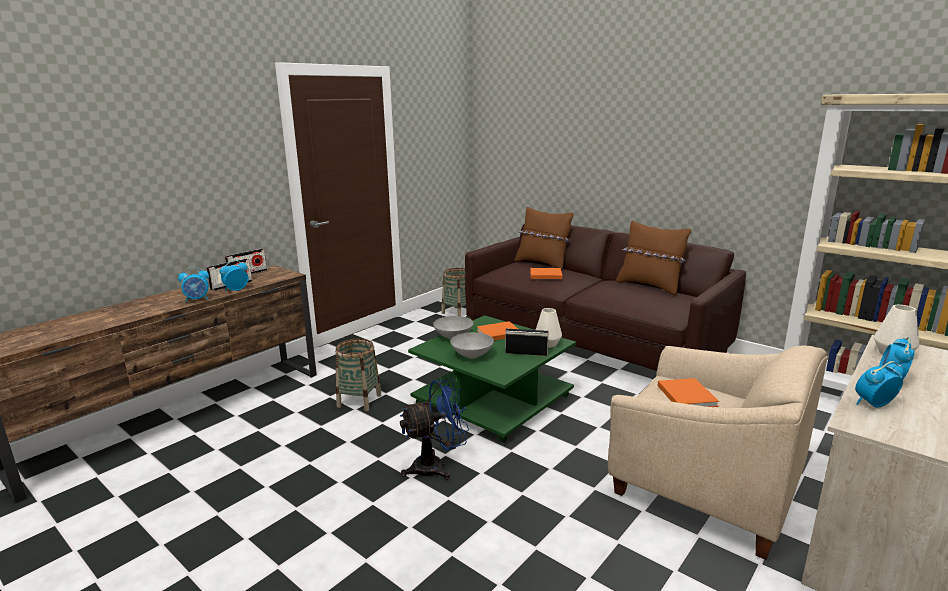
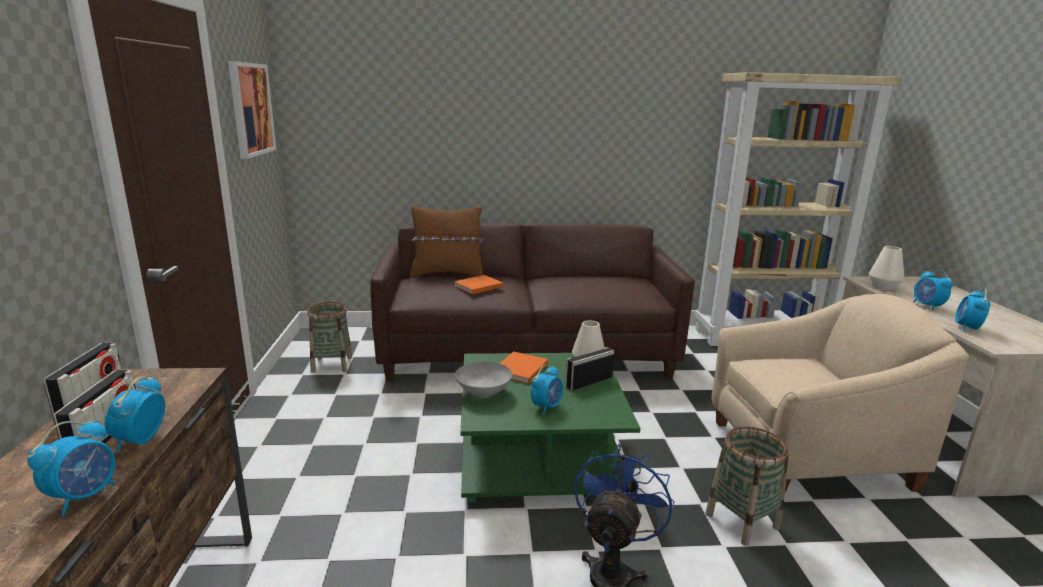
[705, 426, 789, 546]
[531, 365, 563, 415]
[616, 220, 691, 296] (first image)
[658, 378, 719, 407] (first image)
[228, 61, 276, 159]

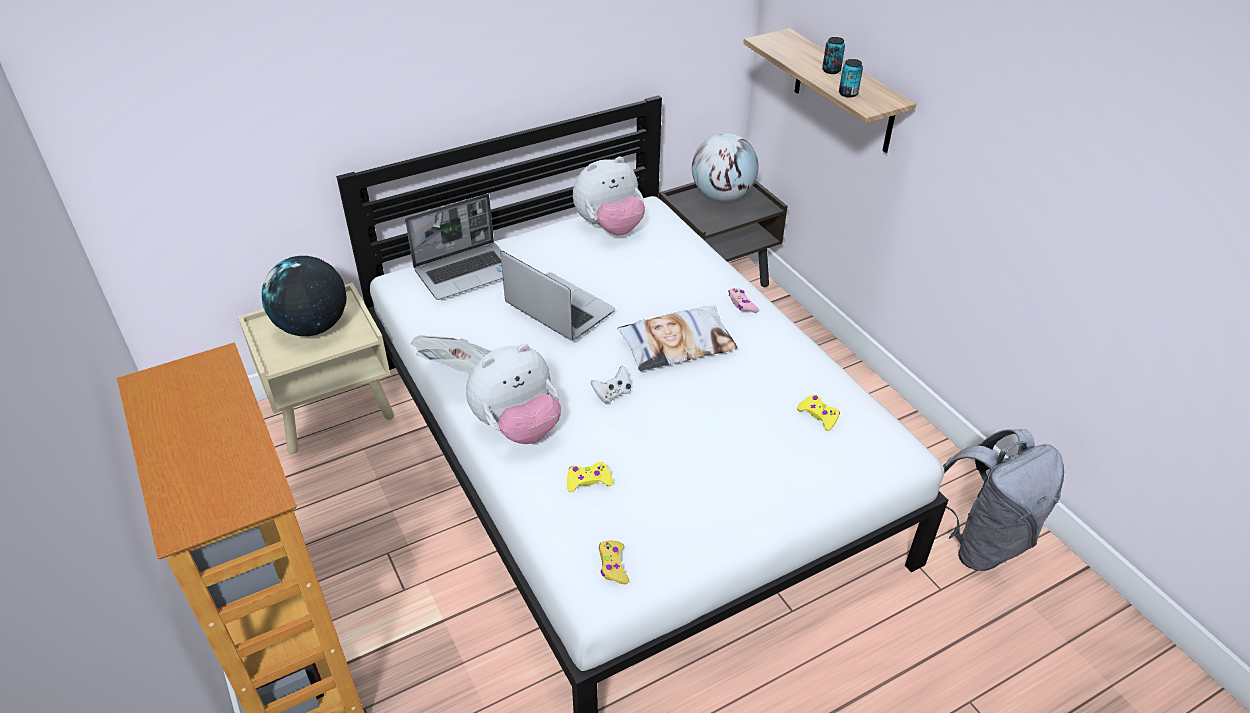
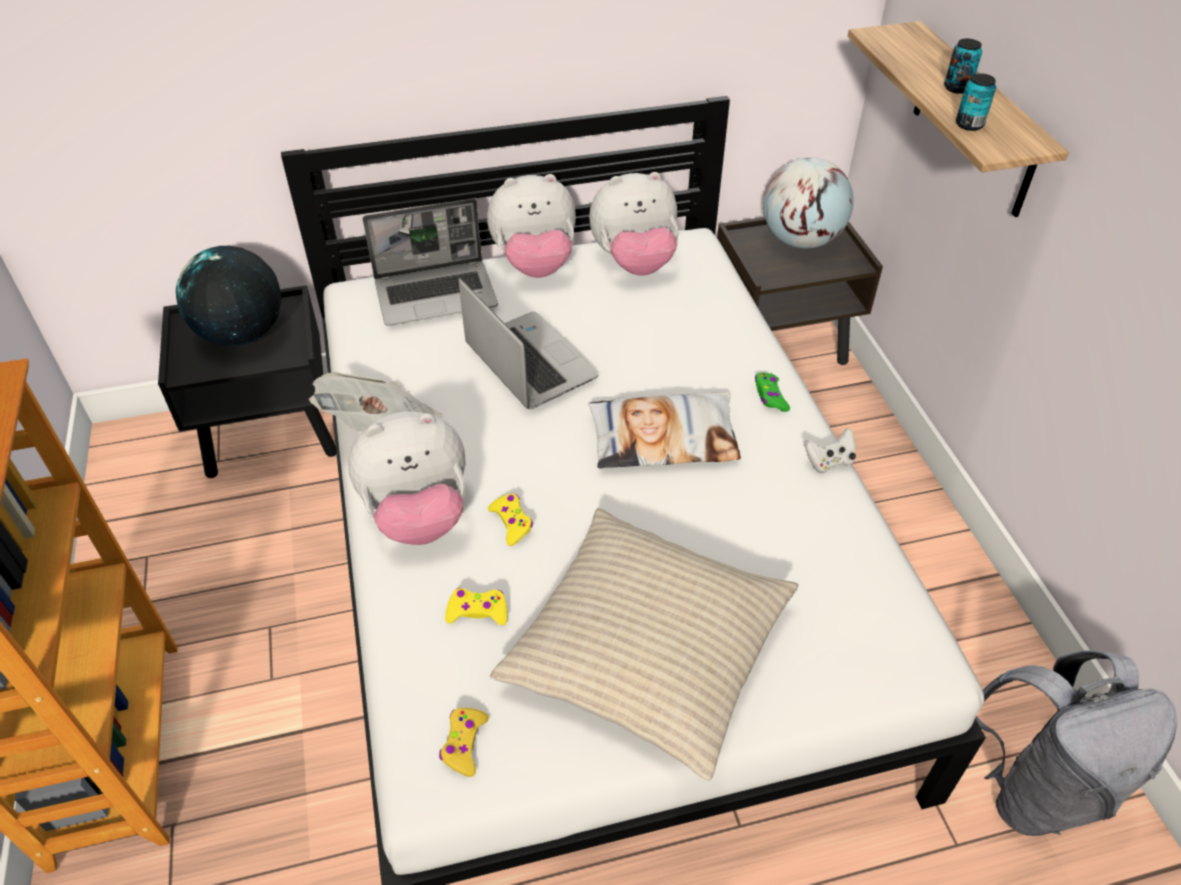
[158, 285, 336, 478]
[804, 428, 856, 473]
[755, 372, 790, 412]
[488, 494, 533, 546]
[487, 174, 576, 278]
[490, 508, 799, 781]

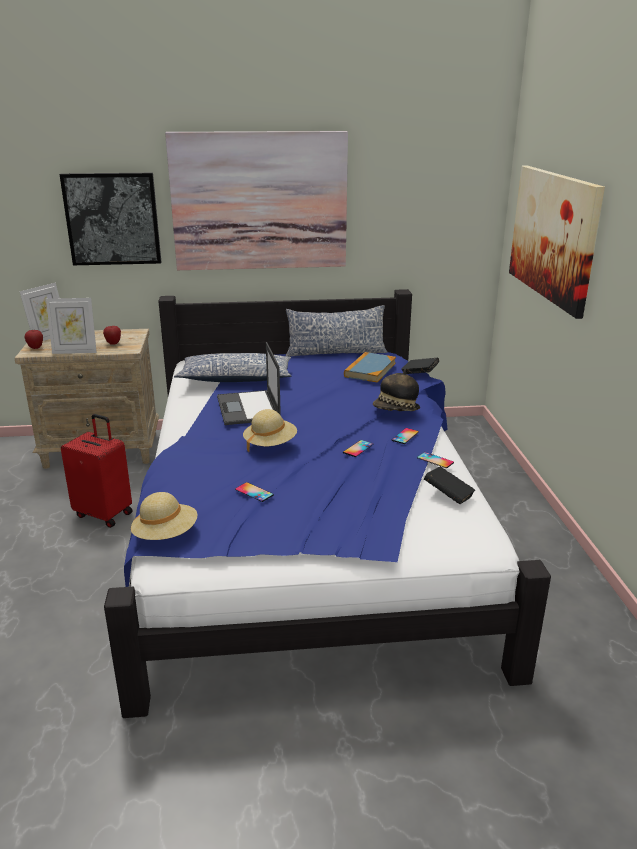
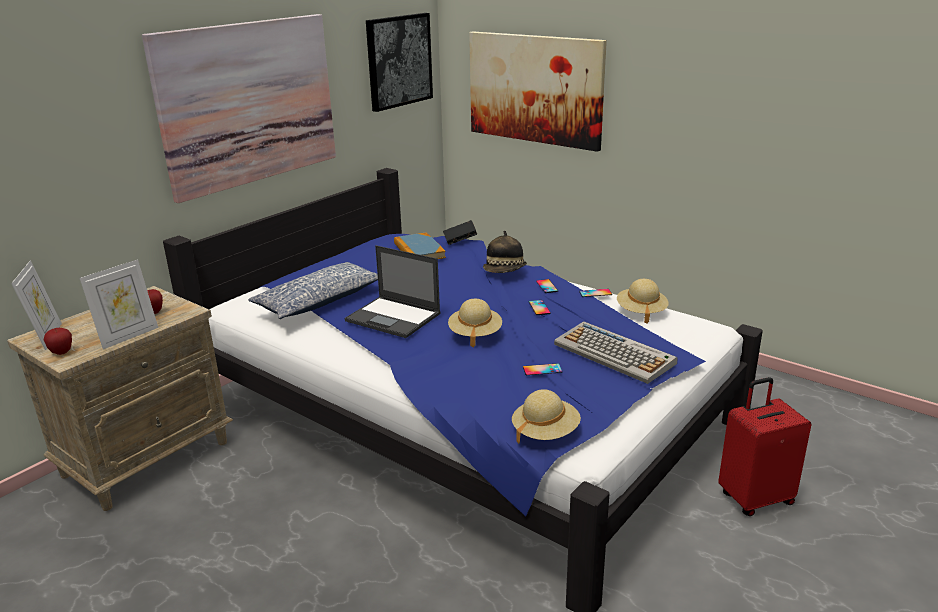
[366, 13, 433, 112]
[718, 377, 811, 516]
[285, 305, 387, 357] (first image)
[617, 279, 669, 324]
[554, 321, 678, 384]

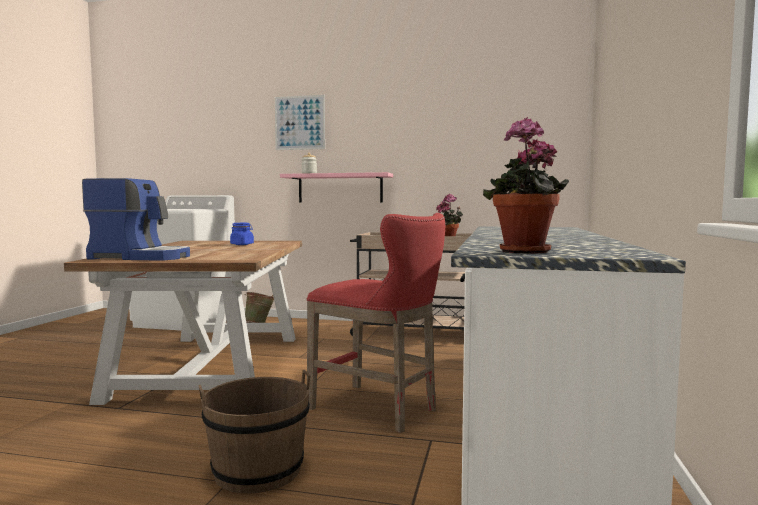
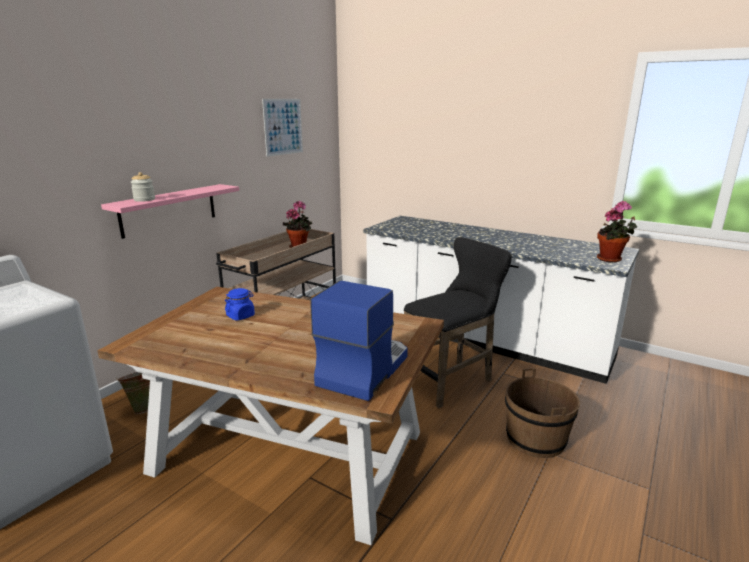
[262, 99, 303, 157]
[404, 237, 512, 408]

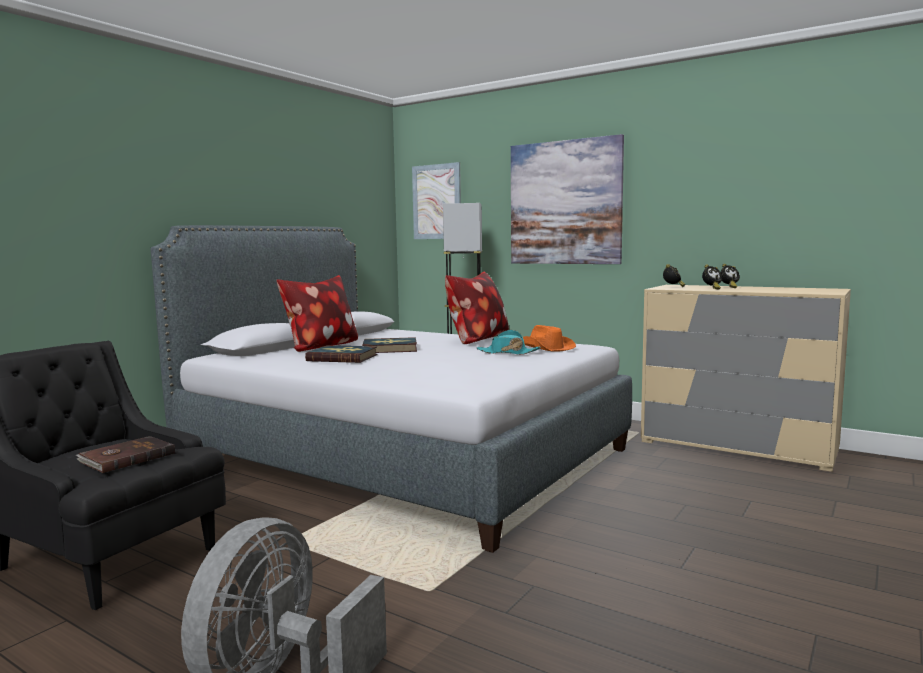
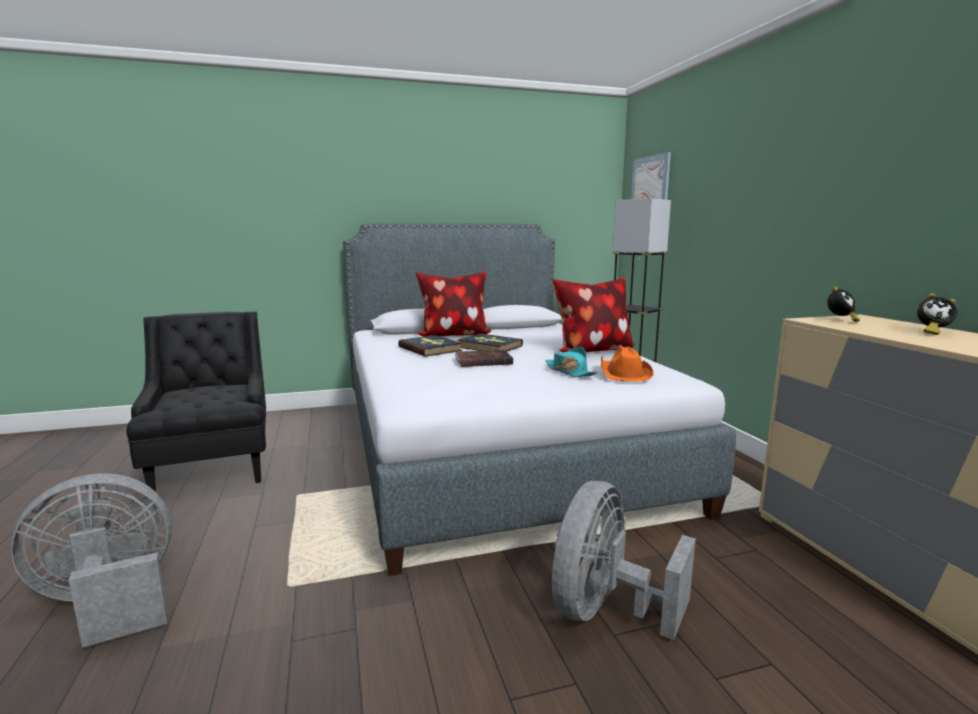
[454, 350, 513, 367]
[511, 134, 624, 264] (first image)
[702, 264, 722, 290] (first image)
[552, 481, 696, 640]

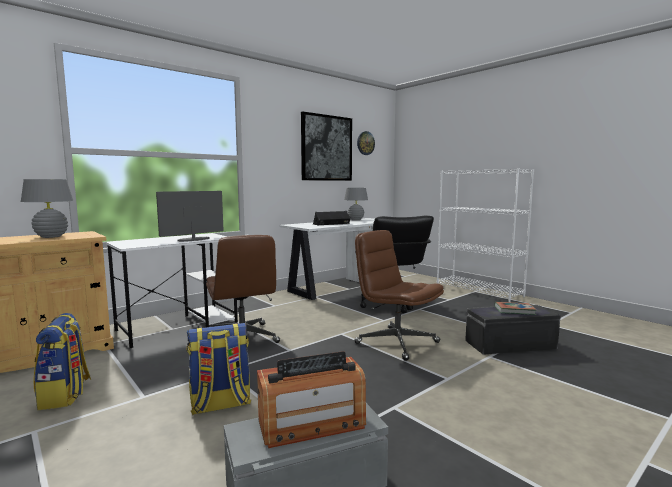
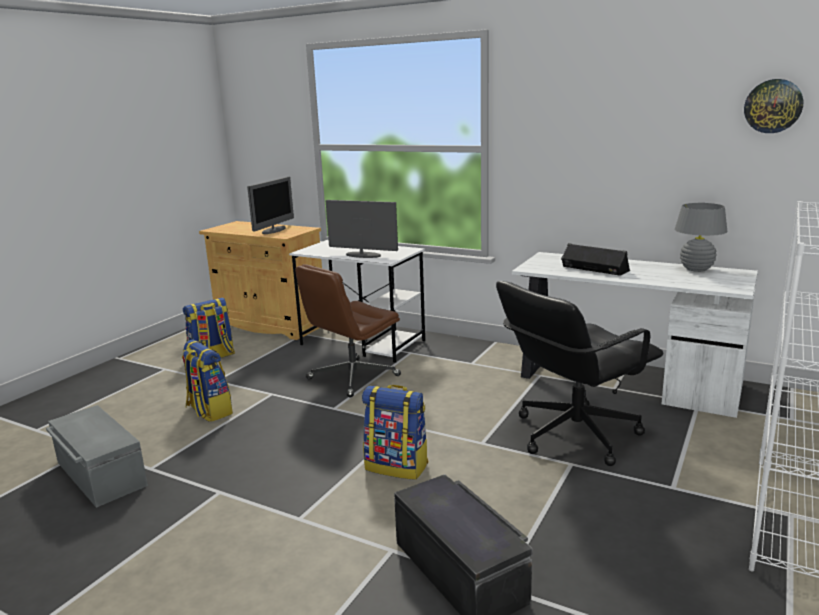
[247, 177, 294, 234]
[257, 351, 366, 448] (first image)
[301, 112, 352, 181] (first image)
[362, 385, 428, 480]
[495, 302, 536, 315] (first image)

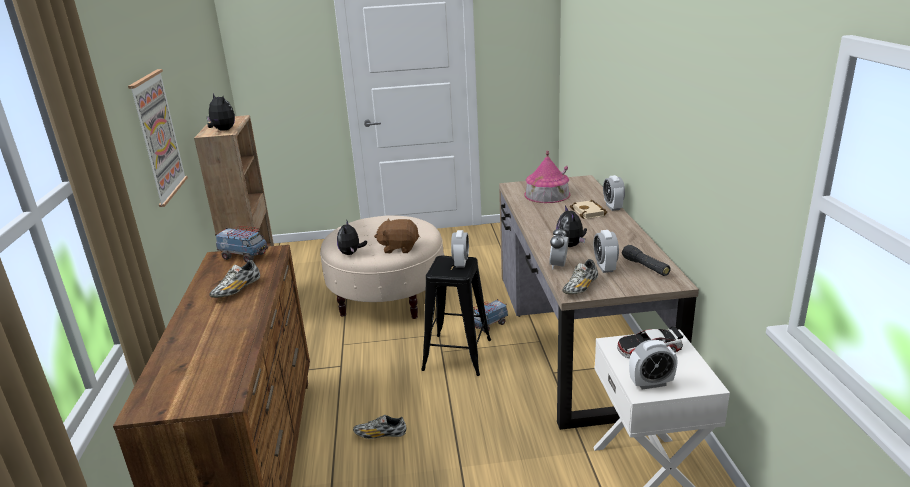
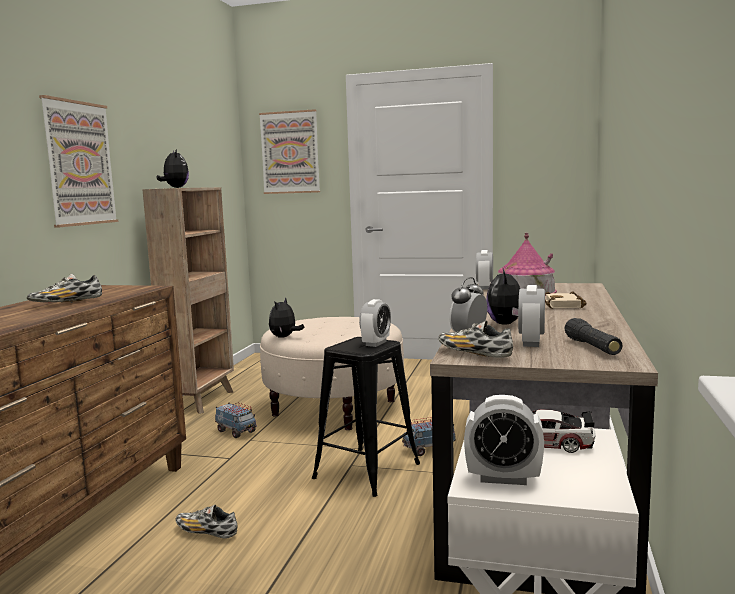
[215, 403, 257, 438]
[374, 219, 419, 253] (first image)
[438, 321, 513, 358]
[476, 250, 493, 290]
[259, 109, 320, 194]

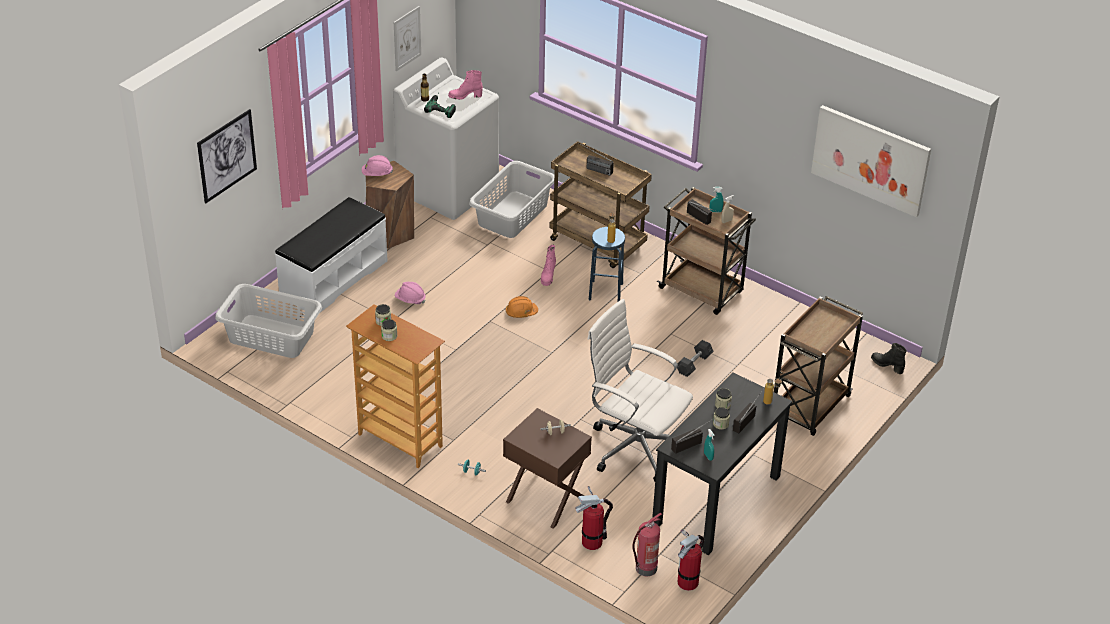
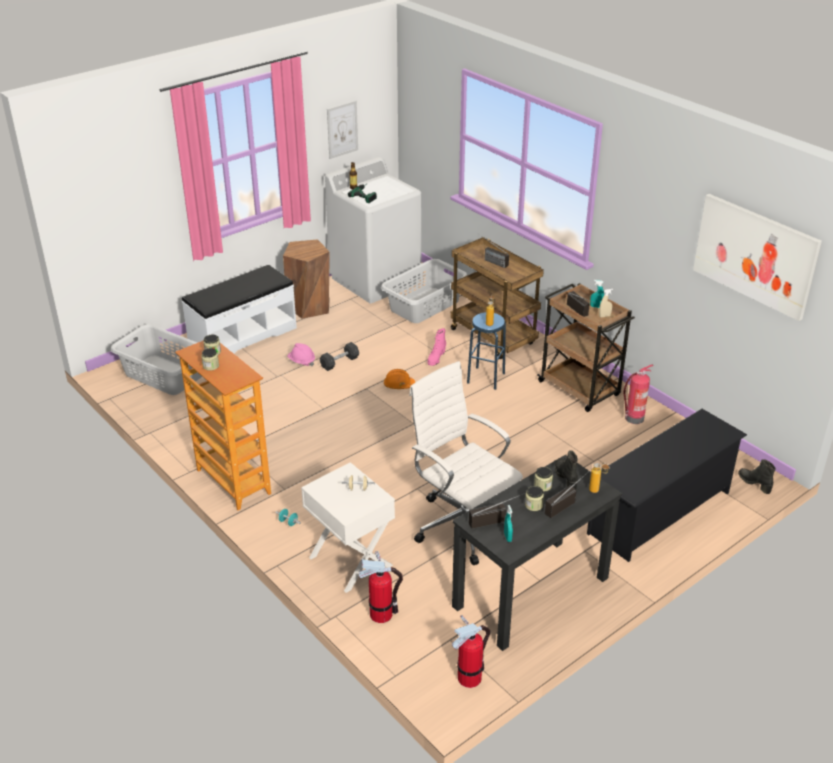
[197, 109, 257, 203] (first image)
[362, 155, 393, 176] (first image)
[448, 70, 483, 100] (first image)
[301, 462, 395, 593]
[624, 365, 653, 424]
[320, 342, 359, 371]
[587, 409, 747, 562]
[555, 450, 578, 490]

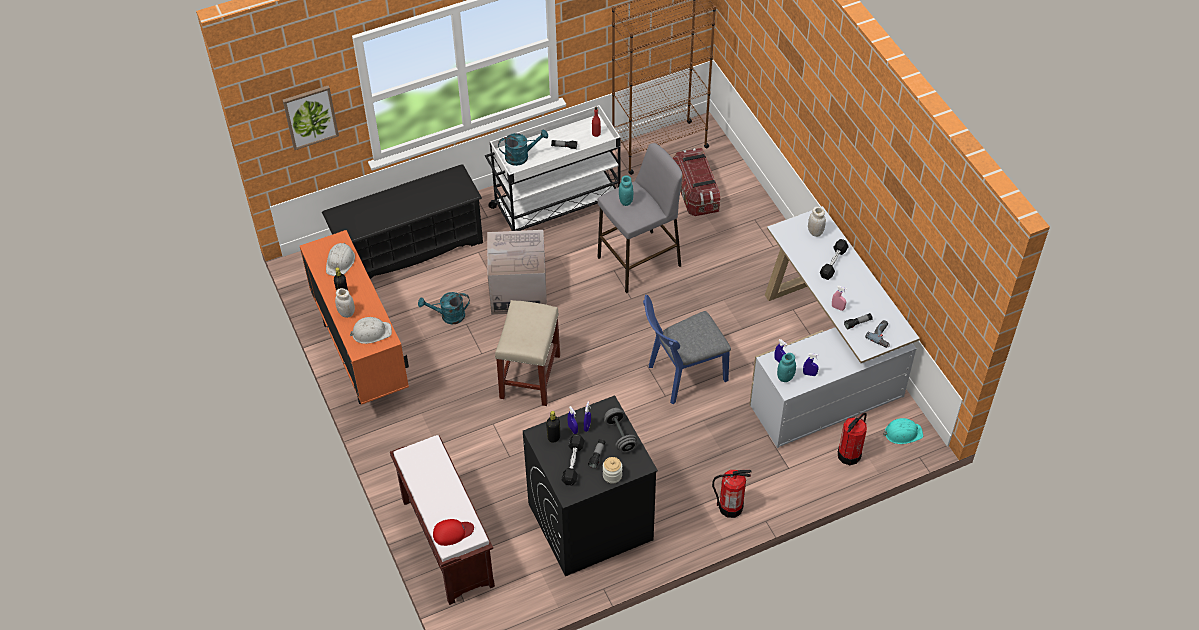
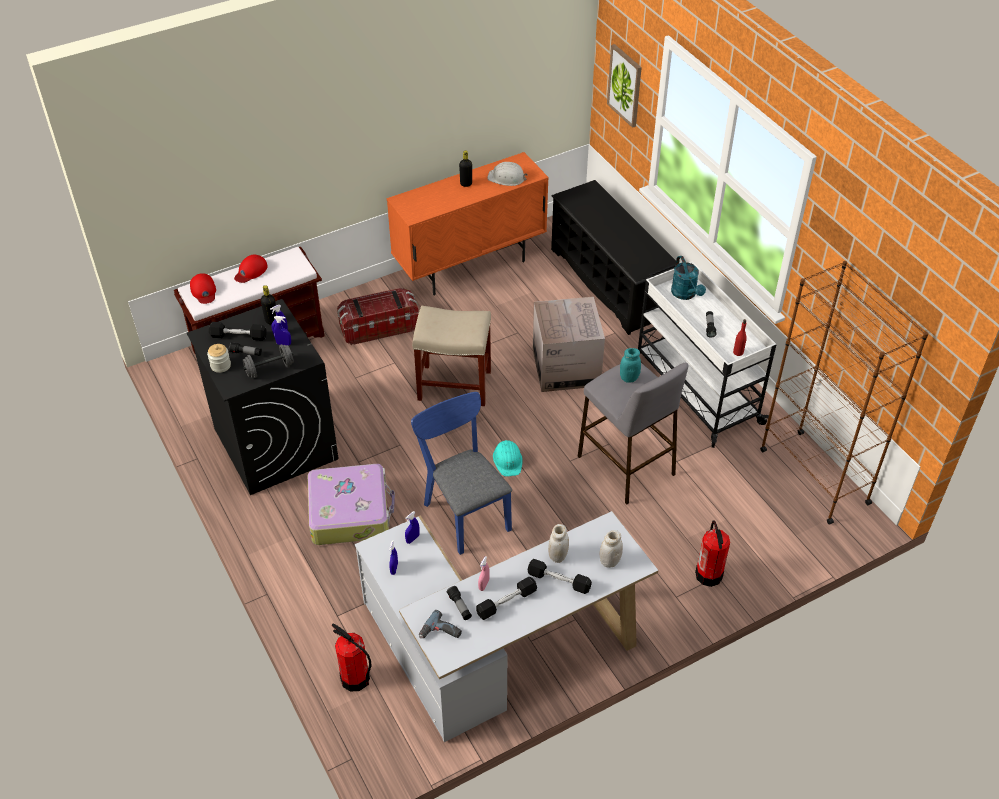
[548, 524, 569, 563]
[349, 317, 392, 344] (first image)
[418, 292, 470, 324] (first image)
[337, 288, 419, 345]
[695, 520, 730, 587]
[777, 353, 796, 382] (first image)
[493, 440, 523, 477]
[234, 254, 268, 283]
[308, 464, 395, 545]
[476, 577, 537, 620]

